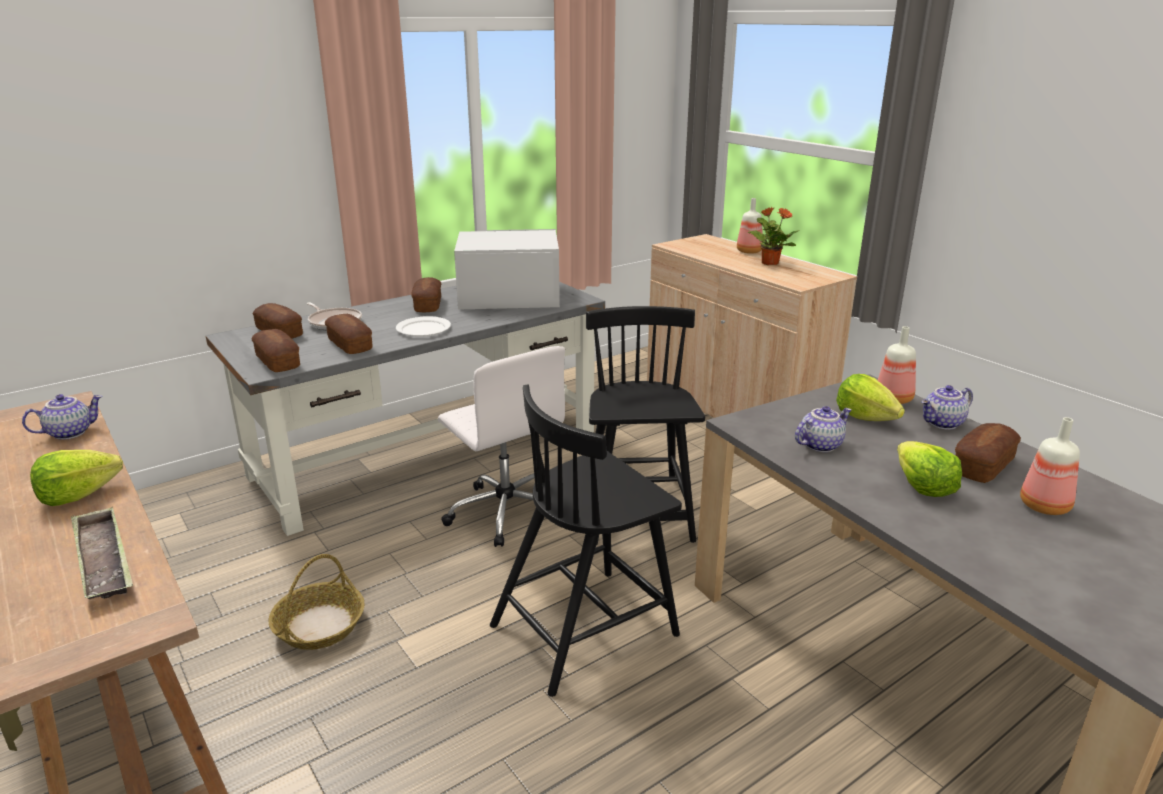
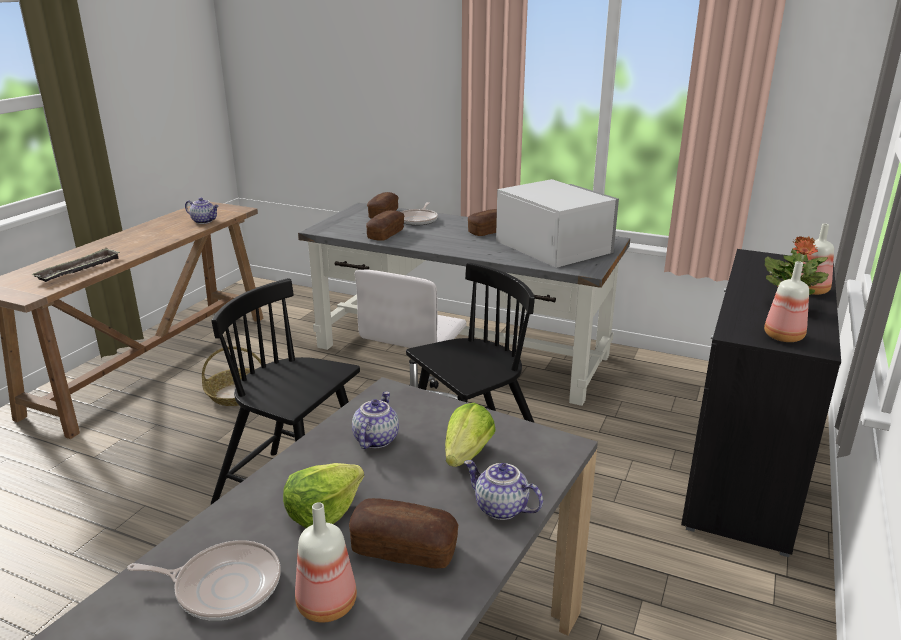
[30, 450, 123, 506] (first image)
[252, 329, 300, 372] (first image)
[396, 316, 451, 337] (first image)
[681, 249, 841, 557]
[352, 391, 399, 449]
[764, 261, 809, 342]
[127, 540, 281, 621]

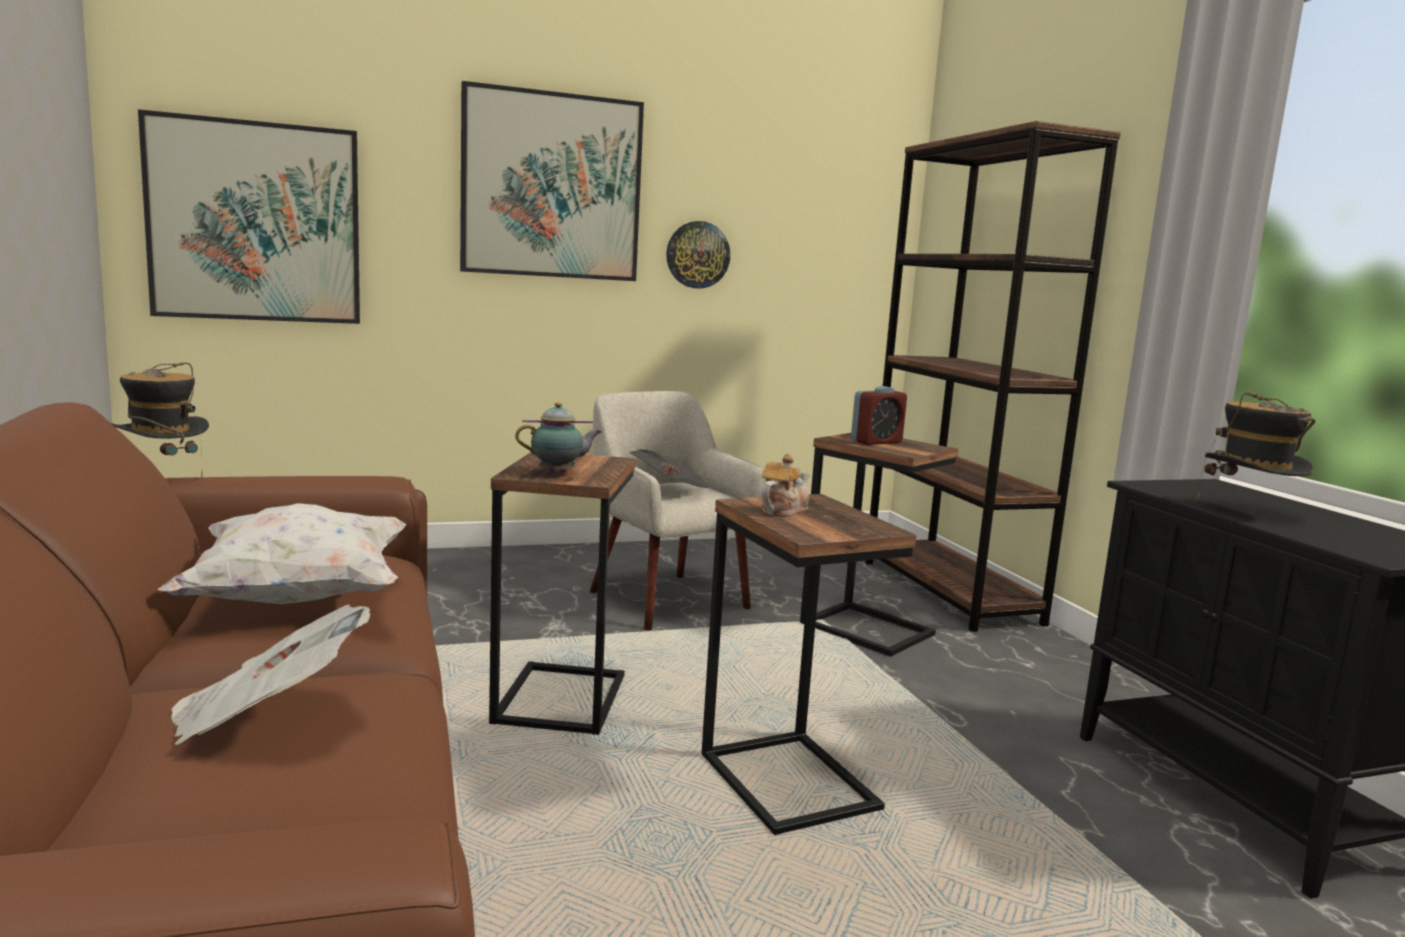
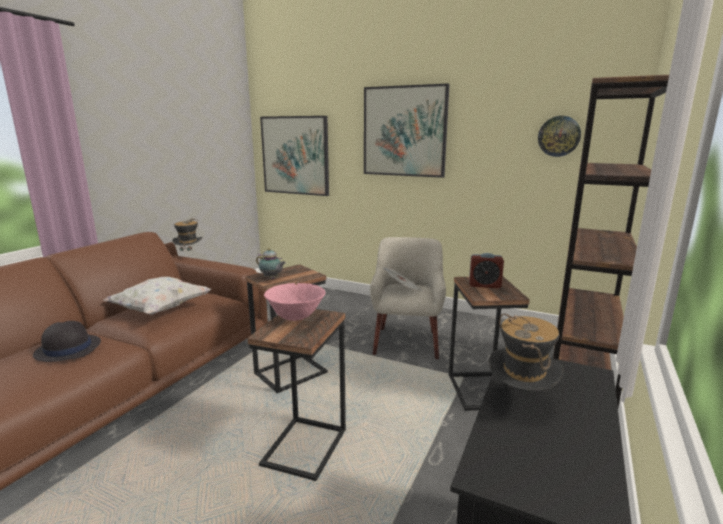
[33, 321, 101, 362]
[538, 116, 581, 157]
[264, 283, 326, 321]

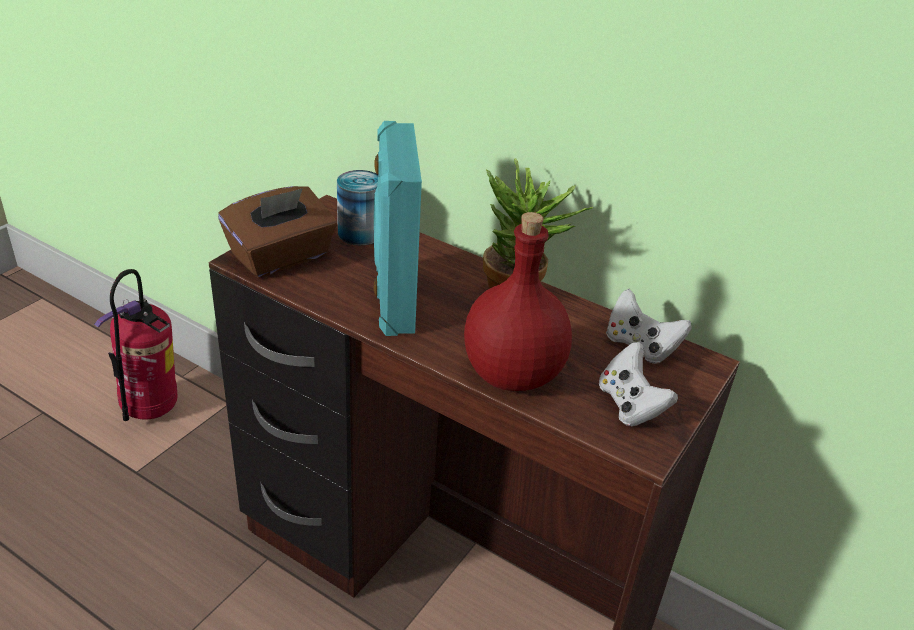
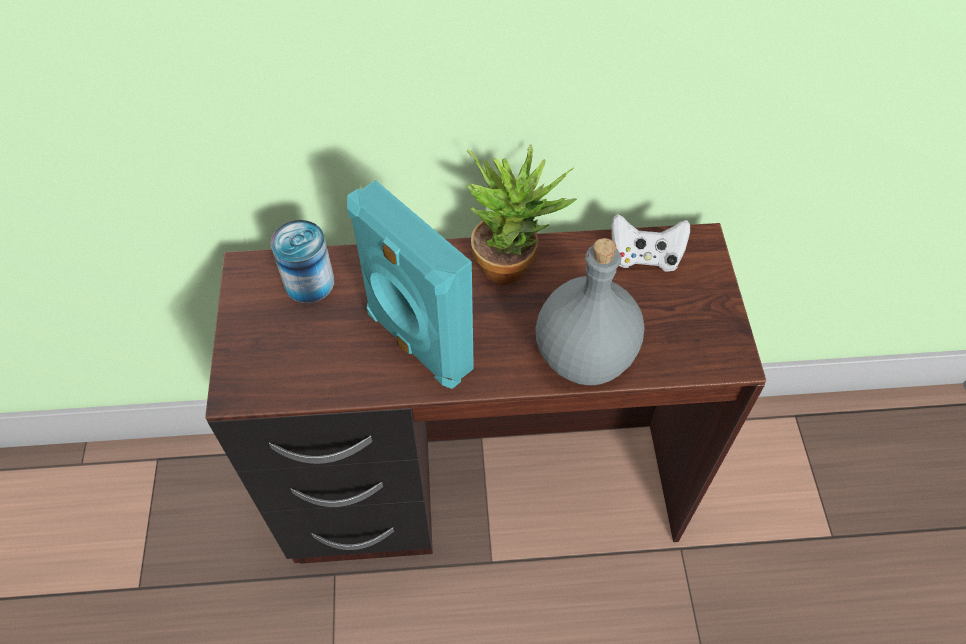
[94, 269, 178, 421] (first image)
[218, 186, 337, 277] (first image)
[536, 238, 645, 385]
[599, 342, 678, 426] (first image)

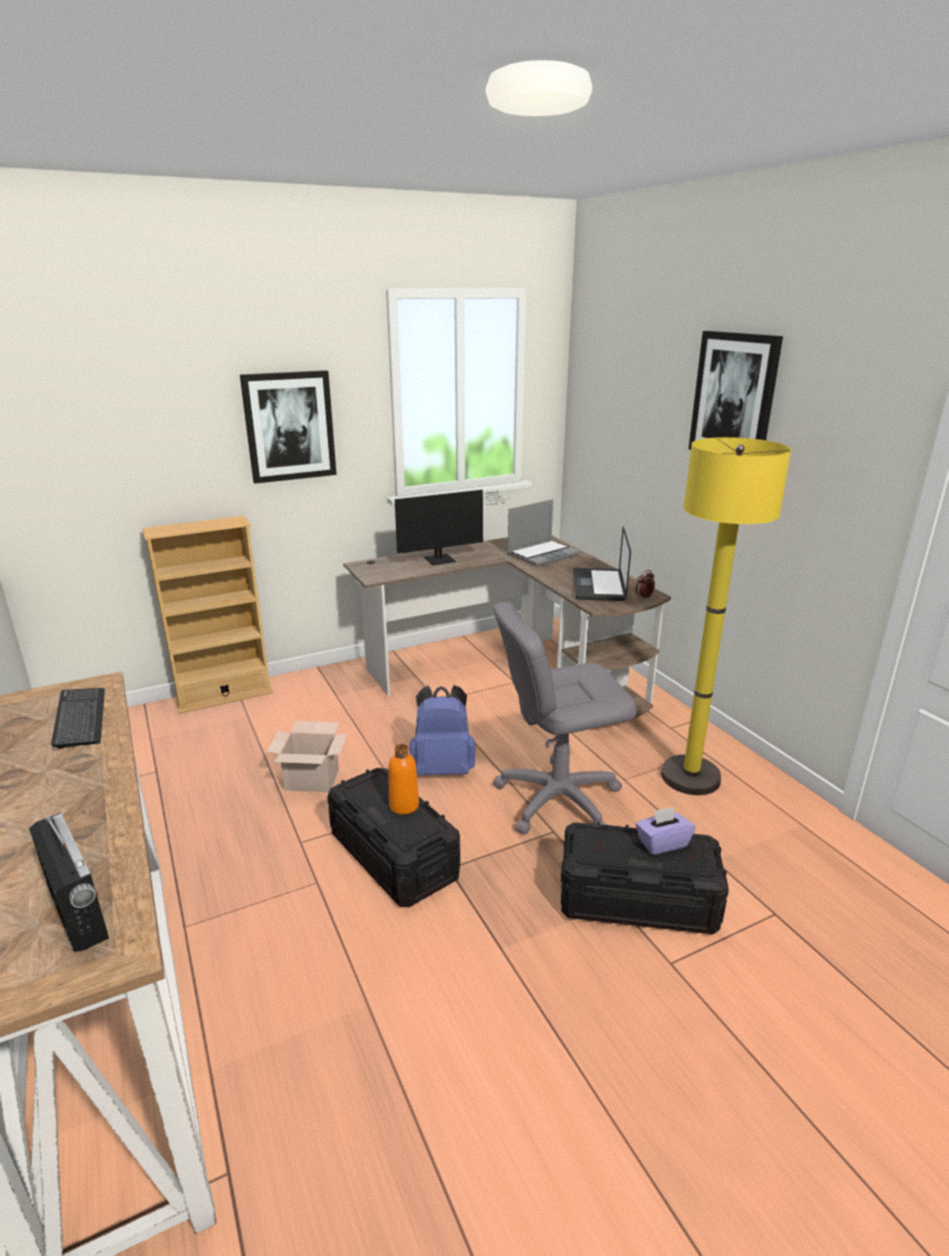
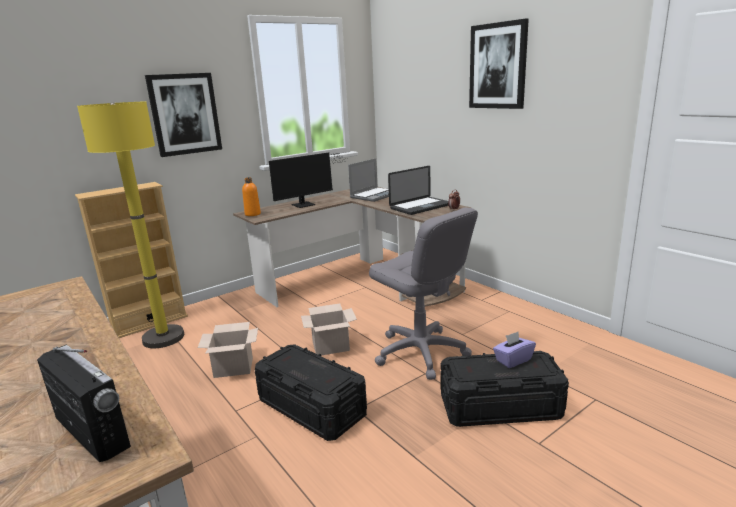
[51, 688, 105, 749] (first image)
[242, 177, 261, 216]
[301, 303, 357, 356]
[369, 207, 478, 380]
[388, 166, 448, 215]
[77, 102, 184, 348]

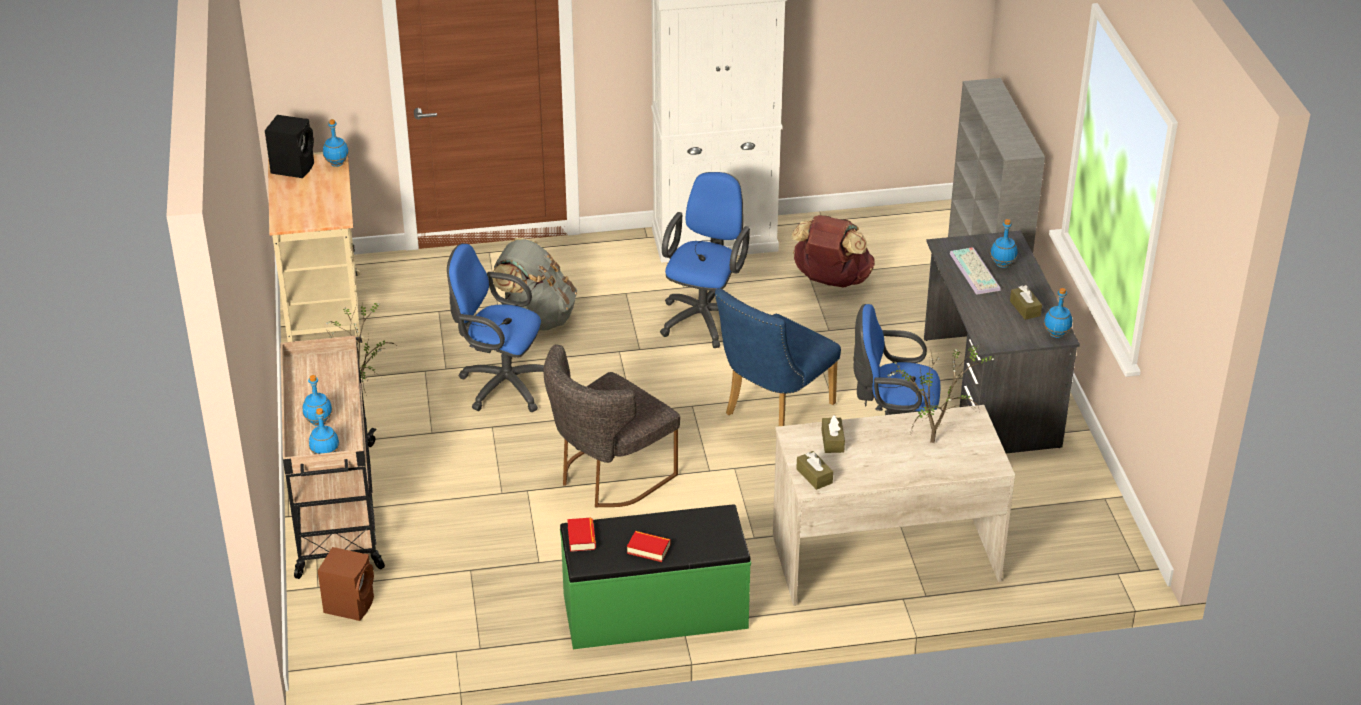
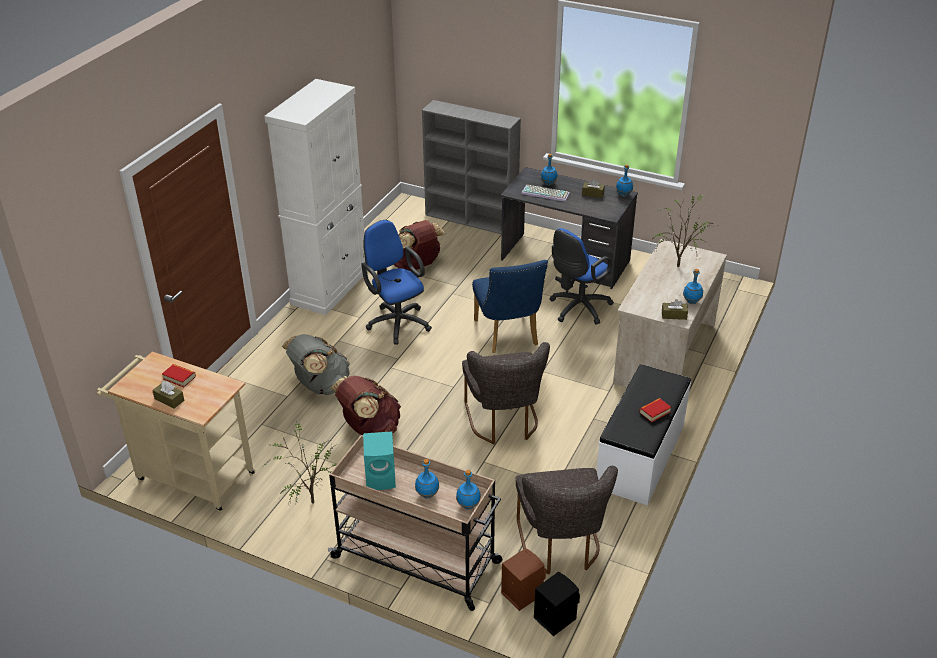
[534, 572, 580, 636]
[683, 269, 703, 304]
[331, 375, 401, 435]
[597, 364, 691, 505]
[162, 364, 196, 388]
[152, 381, 184, 408]
[363, 431, 396, 490]
[516, 466, 618, 574]

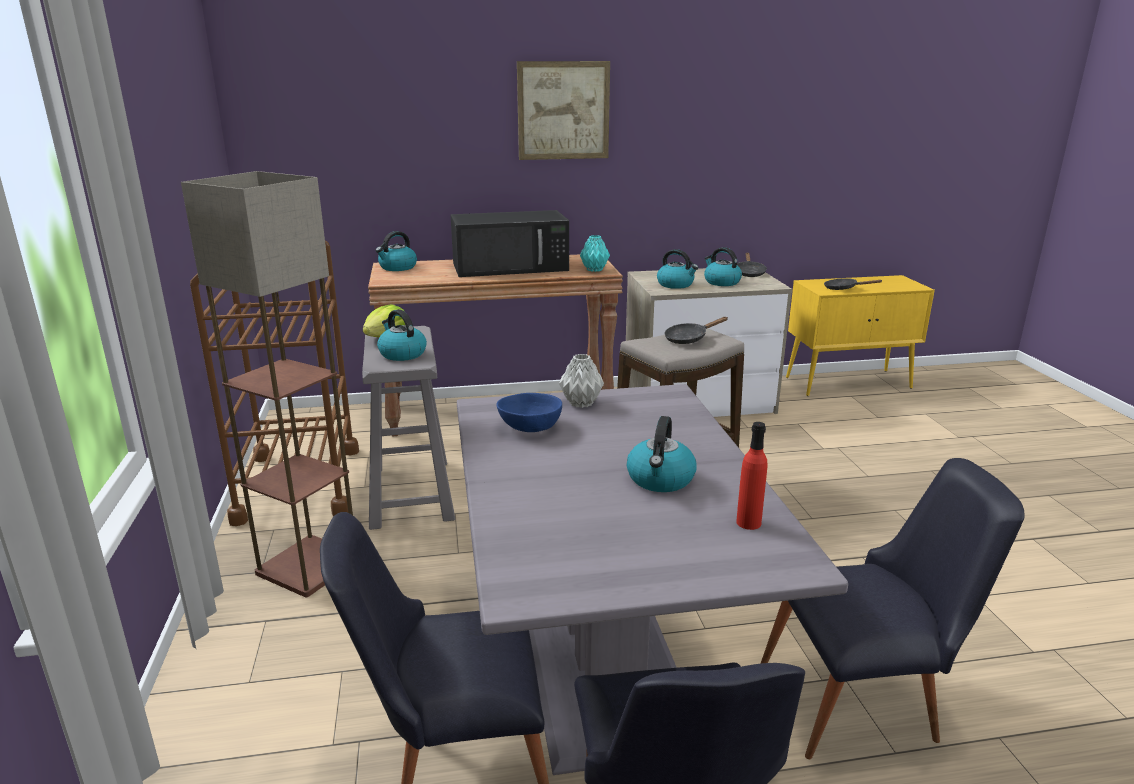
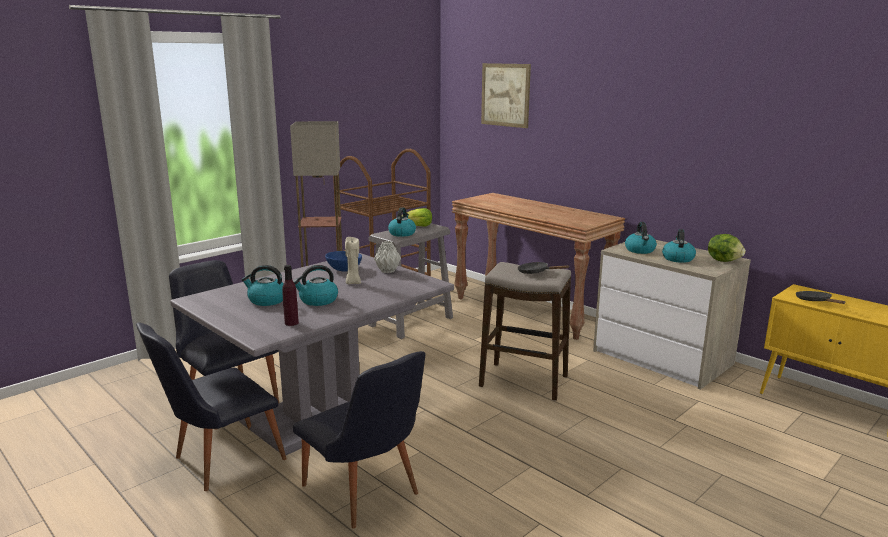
[242, 265, 284, 306]
[451, 210, 569, 277] (first image)
[481, 63, 531, 128]
[580, 235, 610, 272] (first image)
[282, 265, 299, 326]
[708, 234, 746, 262]
[345, 237, 361, 284]

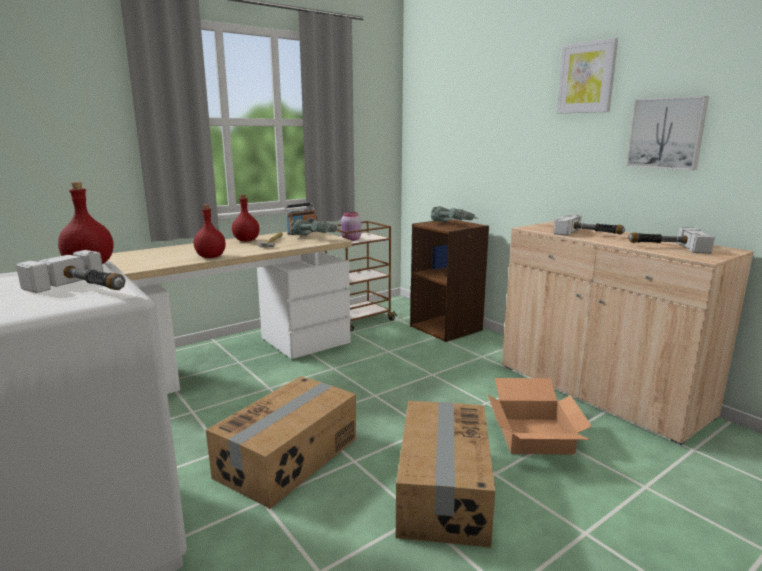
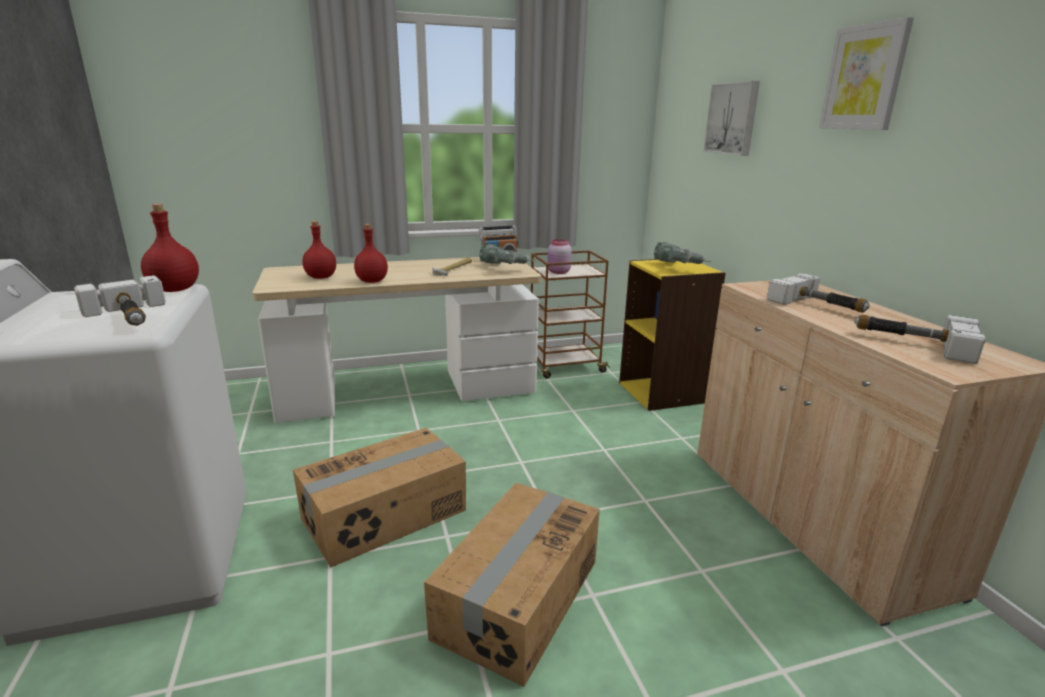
[302, 221, 336, 279]
[619, 259, 726, 411]
[488, 378, 592, 455] (first image)
[703, 81, 760, 155]

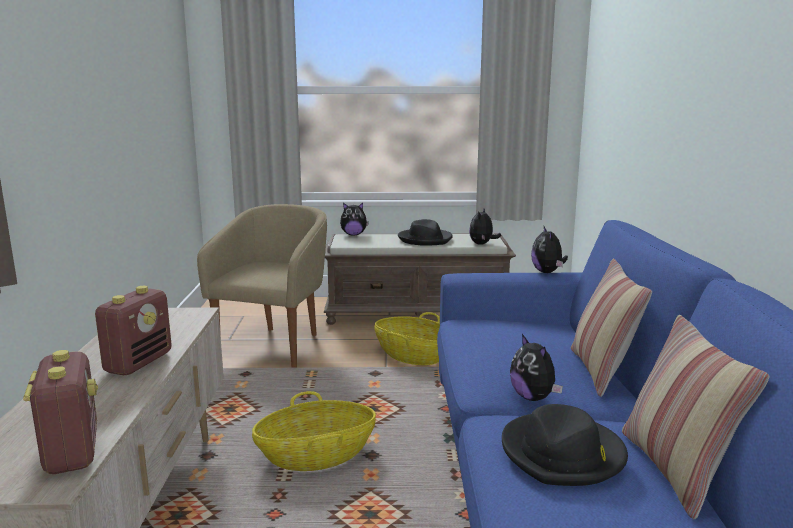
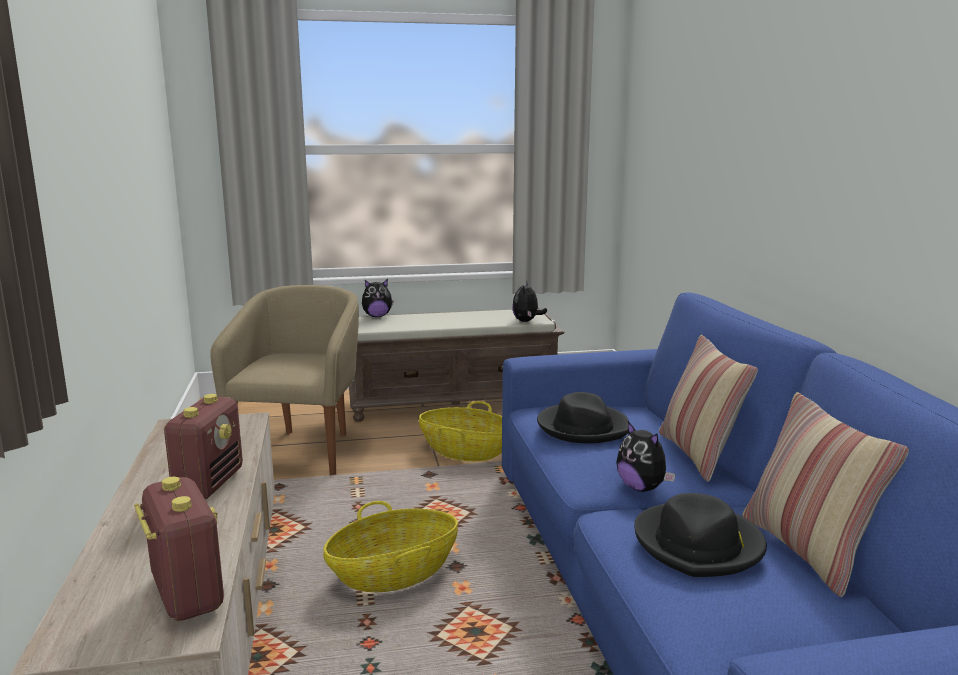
[537, 392, 629, 444]
[531, 227, 568, 273] (first image)

